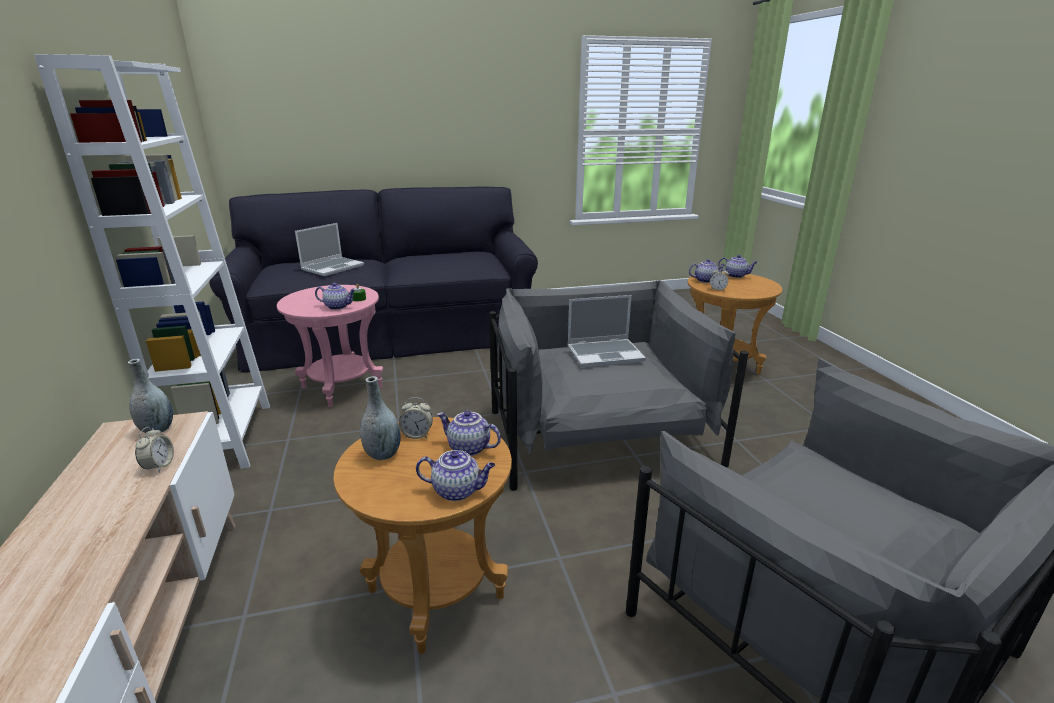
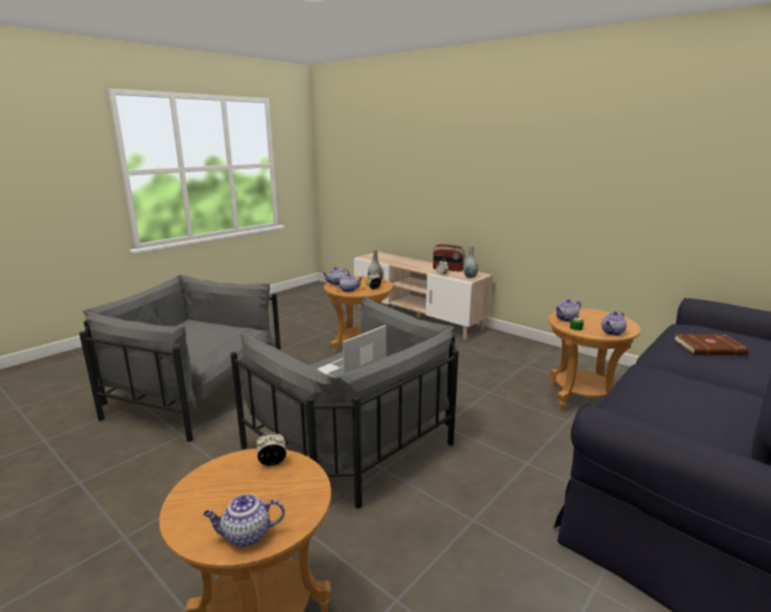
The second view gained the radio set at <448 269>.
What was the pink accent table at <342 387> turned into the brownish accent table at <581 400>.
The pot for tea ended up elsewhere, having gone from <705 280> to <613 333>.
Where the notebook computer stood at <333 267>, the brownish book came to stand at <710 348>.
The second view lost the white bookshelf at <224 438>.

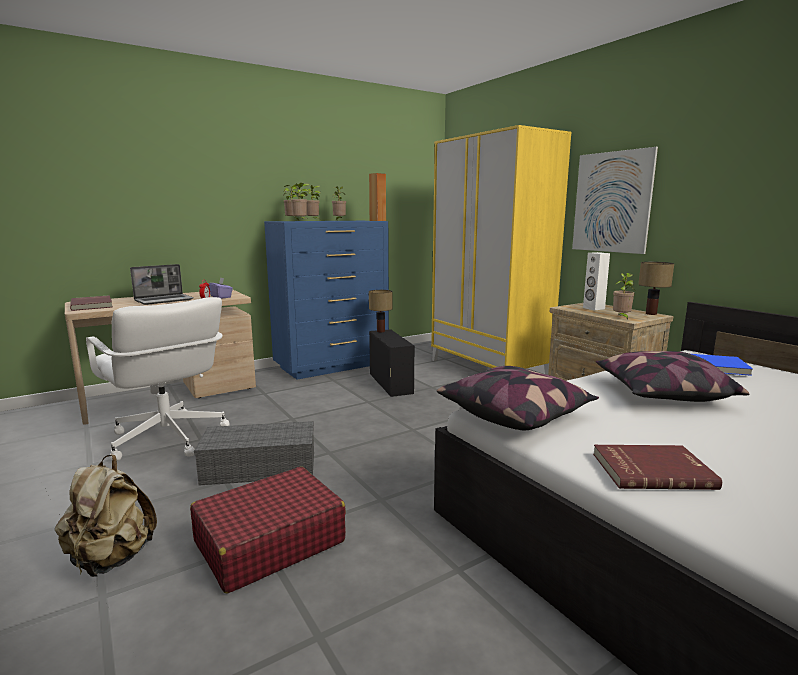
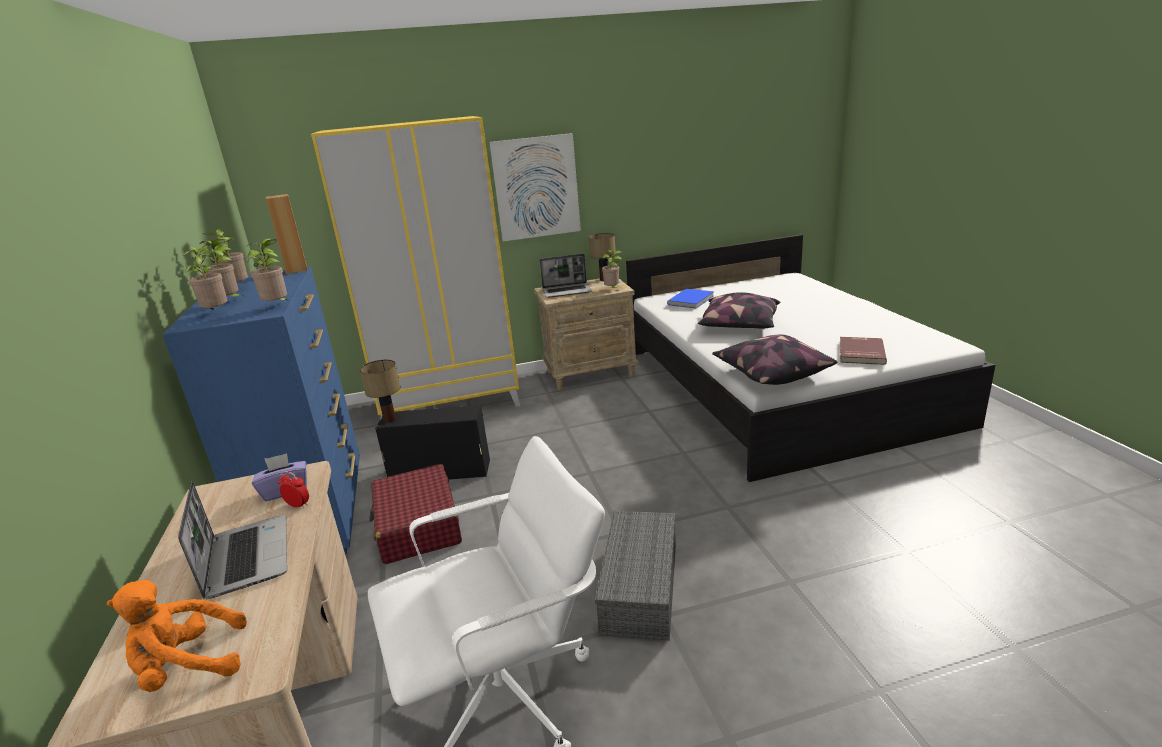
Where the red-coloured book stood at <93 305>, the orange plush toy came to stand at <188 667>.
The red-coloured suitcase ended up elsewhere, having gone from <269 542> to <418 526>.
Where the white speaker stood at <593 308>, the notebook computer came to stand at <567 291>.
The second view lost the sand-coloured knapsack at <111 559>.

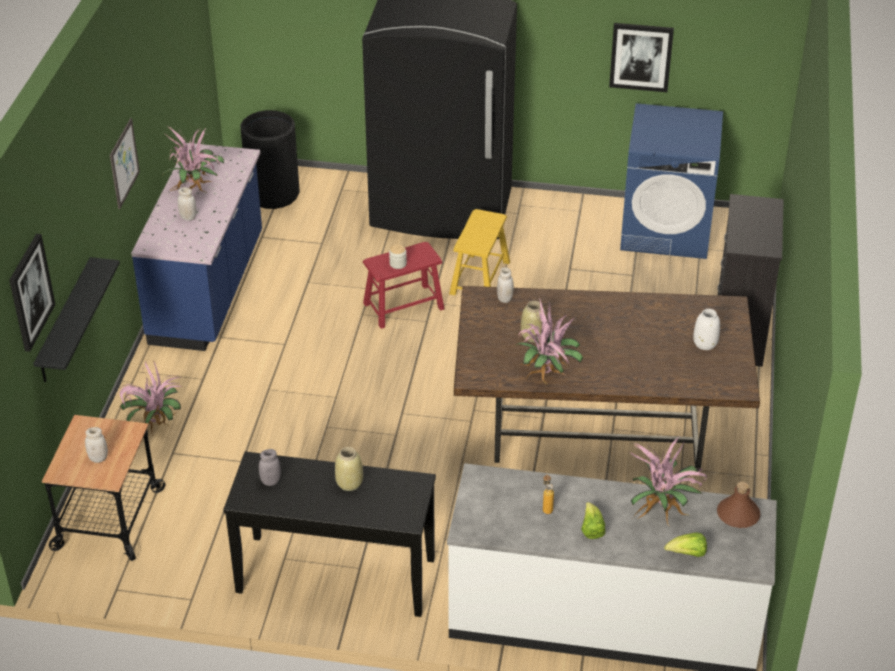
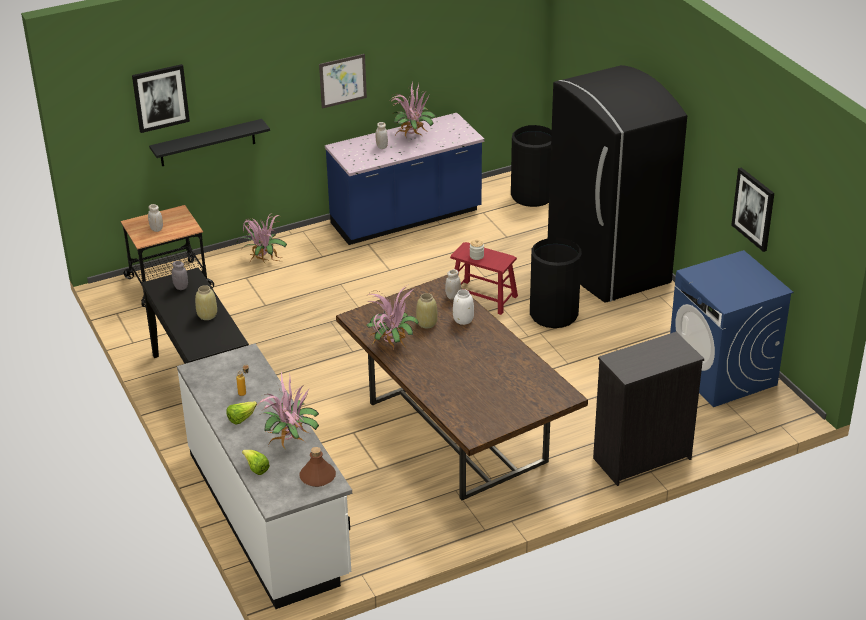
The white decorative vase ended up elsewhere, having gone from <705 343> to <463 319>.
Where the yellowish sitting stool stood at <480 278>, the blackish rubbish bin came to stand at <553 314>.

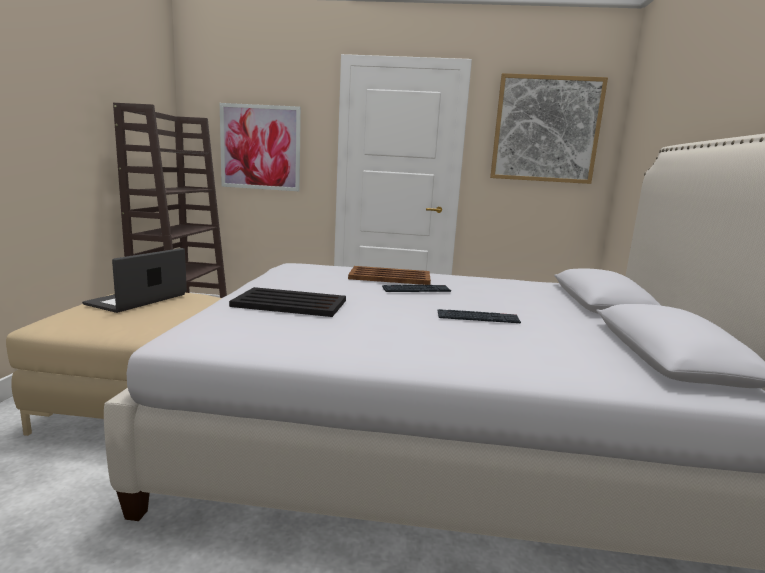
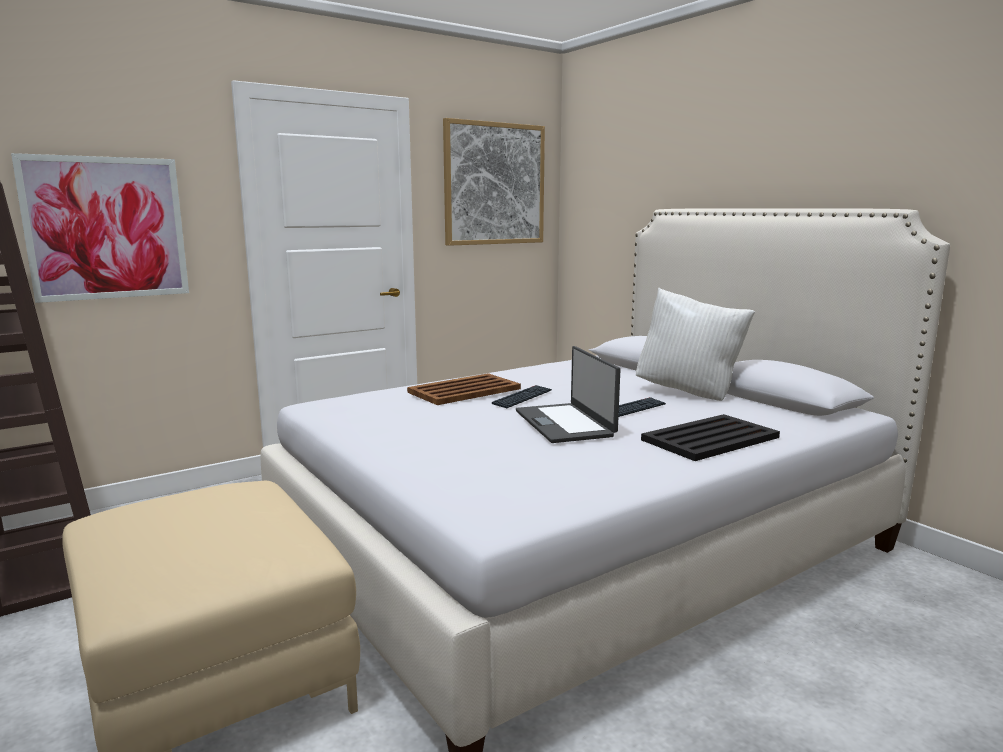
The notebook computer ended up elsewhere, having gone from <138 300> to <565 423>.
The second view gained the white throw pillow at <689 392>.
The blackish carrying tray ended up elsewhere, having gone from <289 303> to <709 439>.

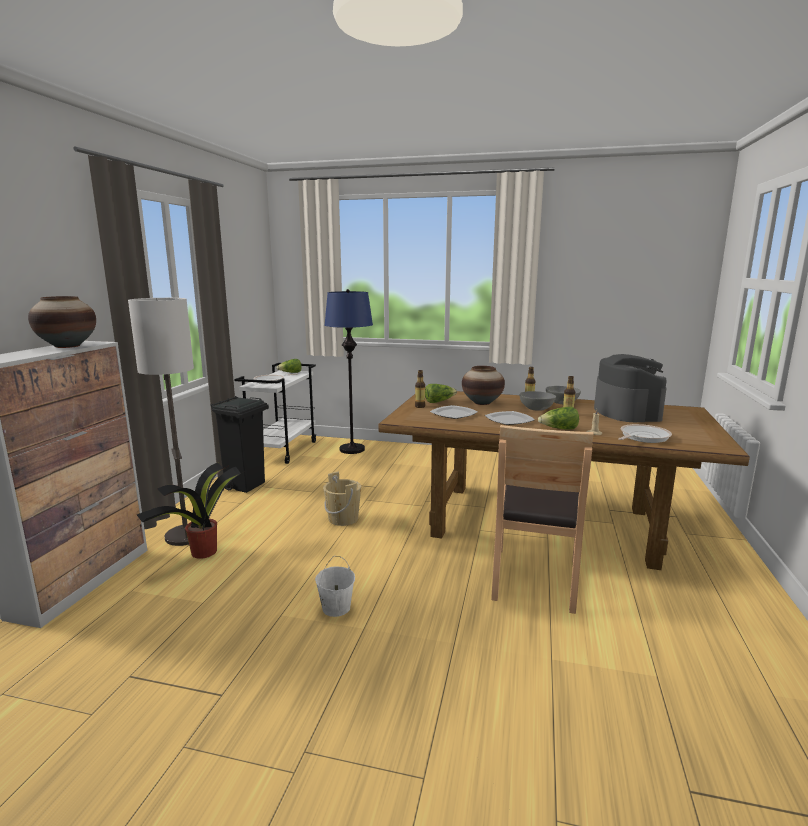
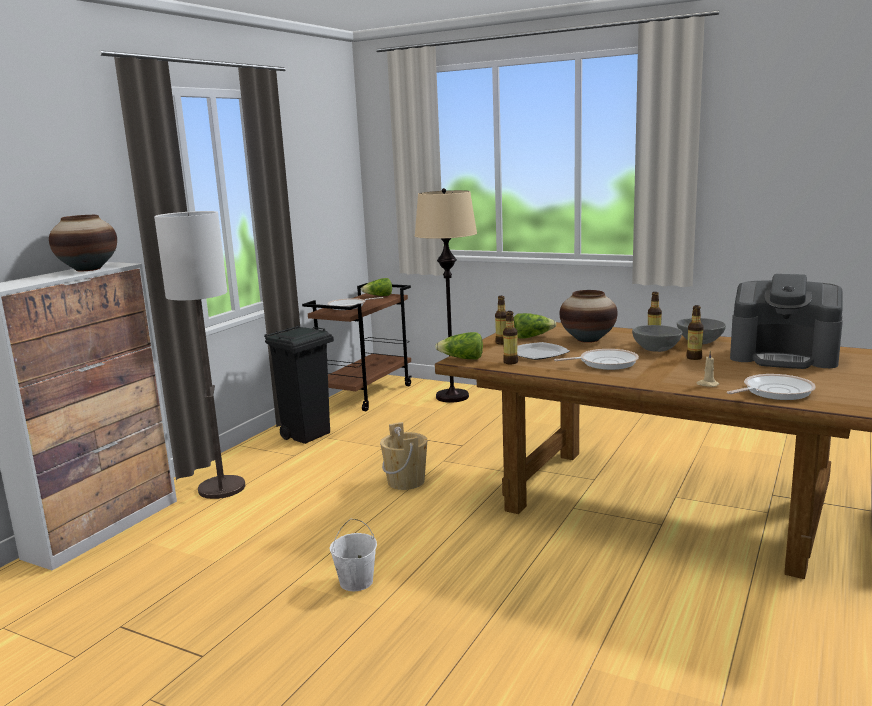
What was the white cart at <282 450> turned into the brownish cart at <366 394>.
What was the bluish floor lamp at <352 449> turned into the sand-coloured floor lamp at <452 397>.
The lettuce head ended up elsewhere, having gone from <559 429> to <462 359>.
The second view gained the beverage bottle at <510 362>.
Where the flat dish stood at <508 420>, the pan came to stand at <605 363>.
The coffee brewer at <626 412> ended up facing another way, 105 degrees clockwise from before.
The second view lost the houseplant at <202 552>.
The second view lost the brownish upright chair at <534 577>.

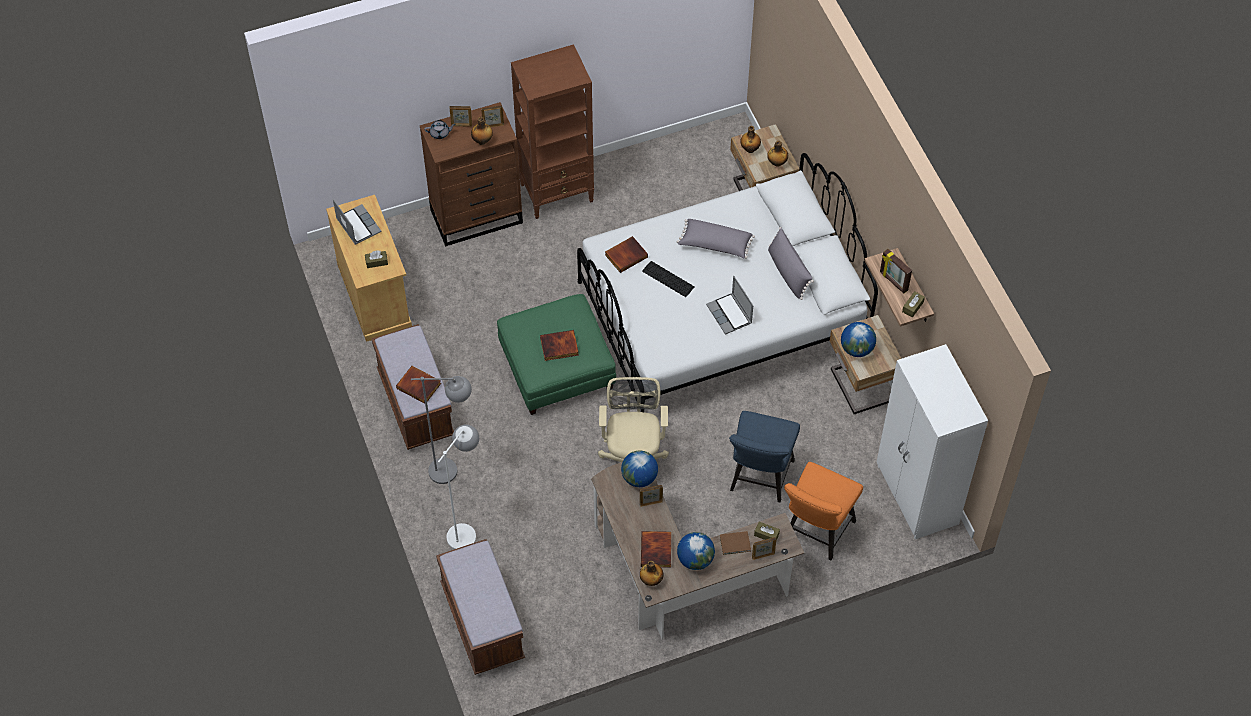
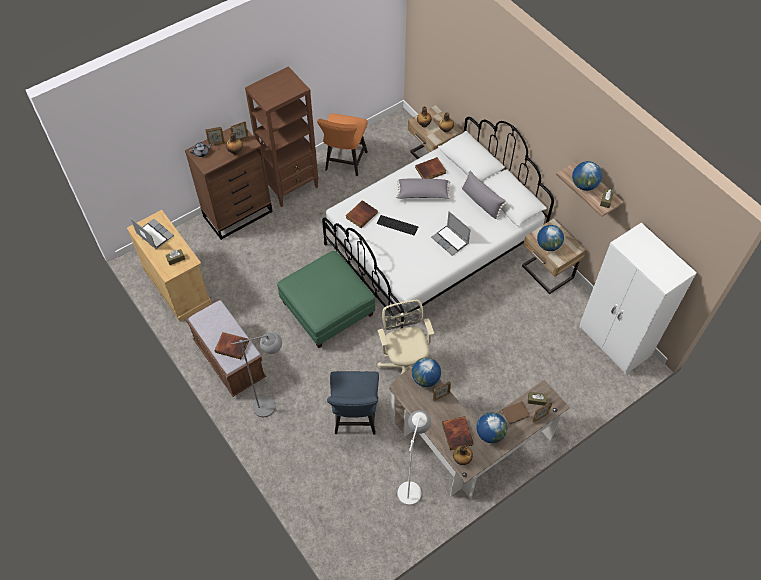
The orange upright chair ended up elsewhere, having gone from <816 533> to <344 163>.
The bluish upright chair ended up elsewhere, having gone from <759 479> to <355 419>.
The white floor lamp ended up elsewhere, having gone from <467 529> to <411 485>.
The book ended up elsewhere, having gone from <559 347> to <430 171>.
Where the photo frame stood at <893 281>, the globe came to stand at <584 185>.
The second view lost the brownish indoor bench at <482 622>.

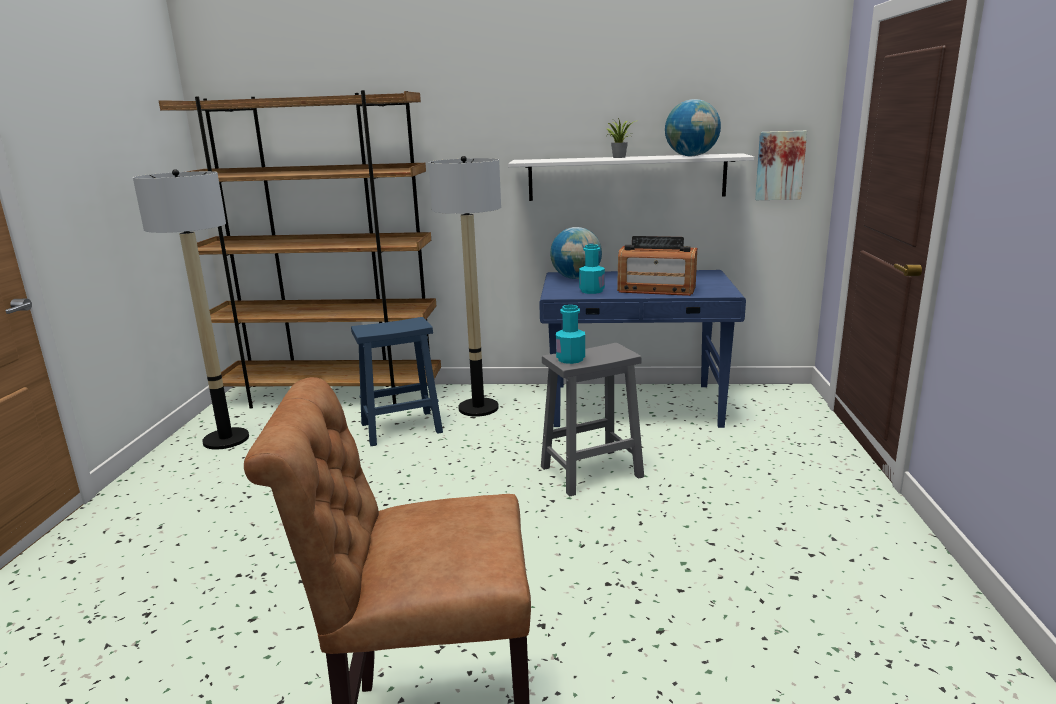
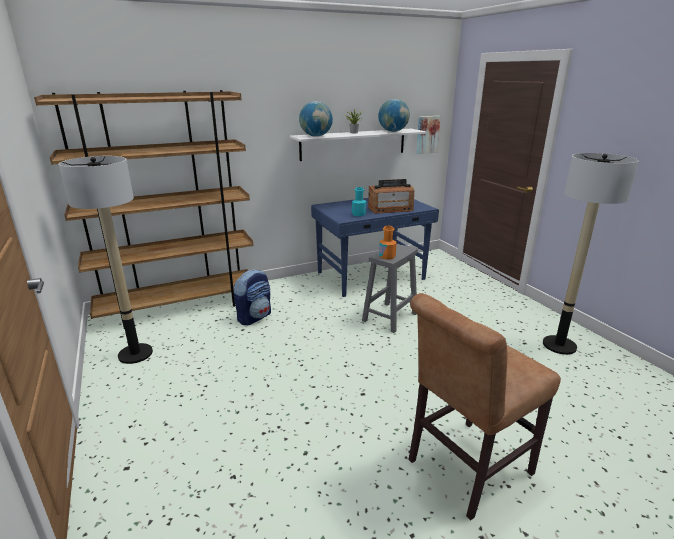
Where the bluish sitting stool stood at <402 427>, the knapsack came to stand at <254 317>.
The globe ended up elsewhere, having gone from <576 278> to <316 136>.
What was the blue-green beverage bottle at <570 359> turned into the orange beverage bottle at <387 256>.
The floor lamp ended up elsewhere, having gone from <478 408> to <559 345>.

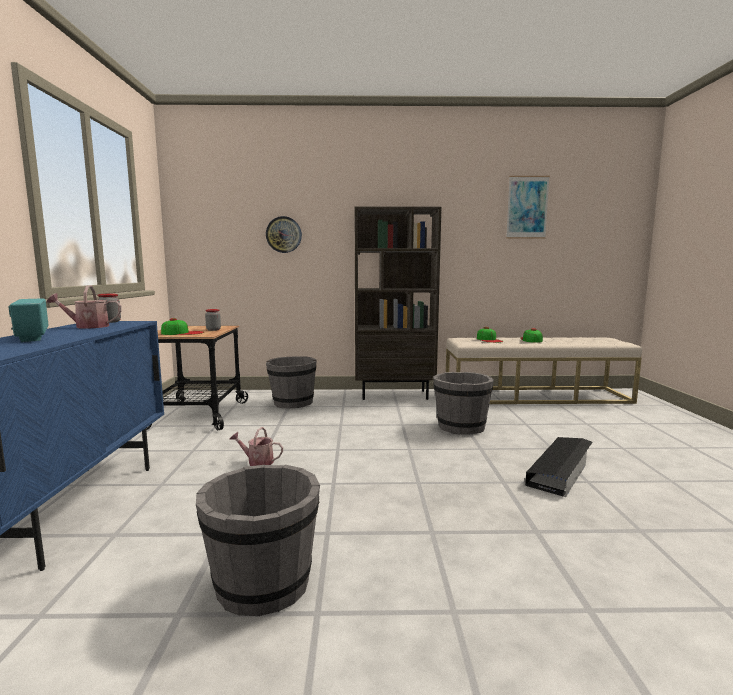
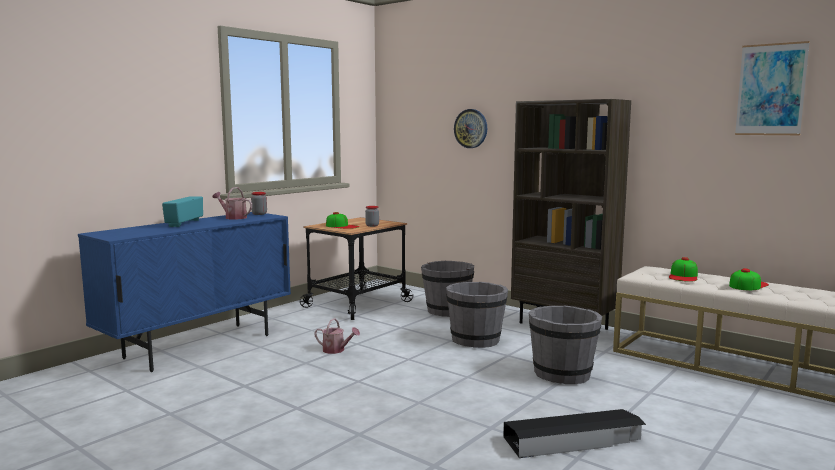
The sprinkling can at <257 461> ended up facing another way, 150 degrees clockwise from before.
The grey water bucket ended up elsewhere, having gone from <263 583> to <476 340>.

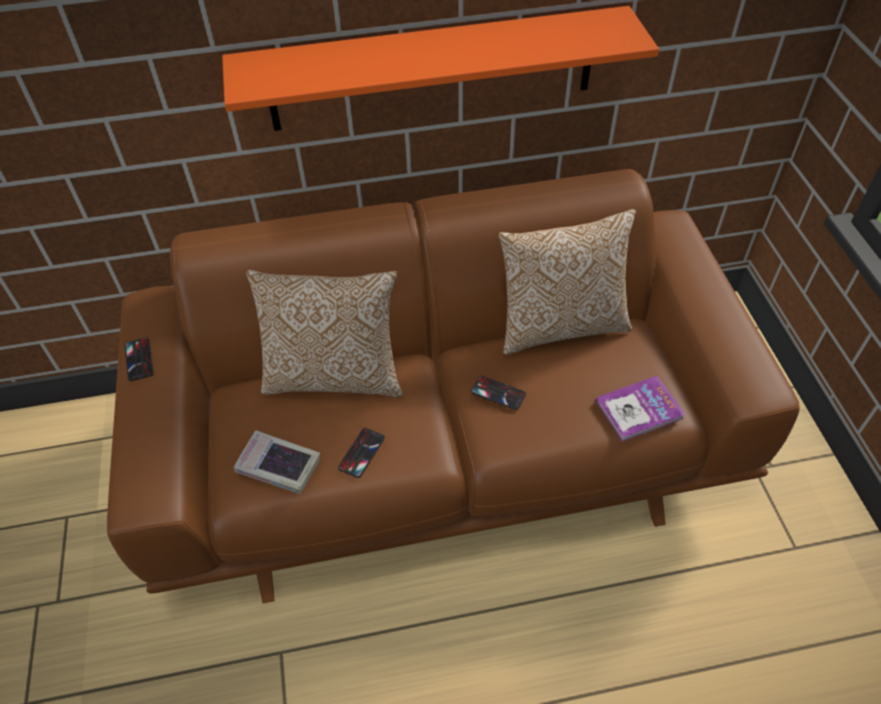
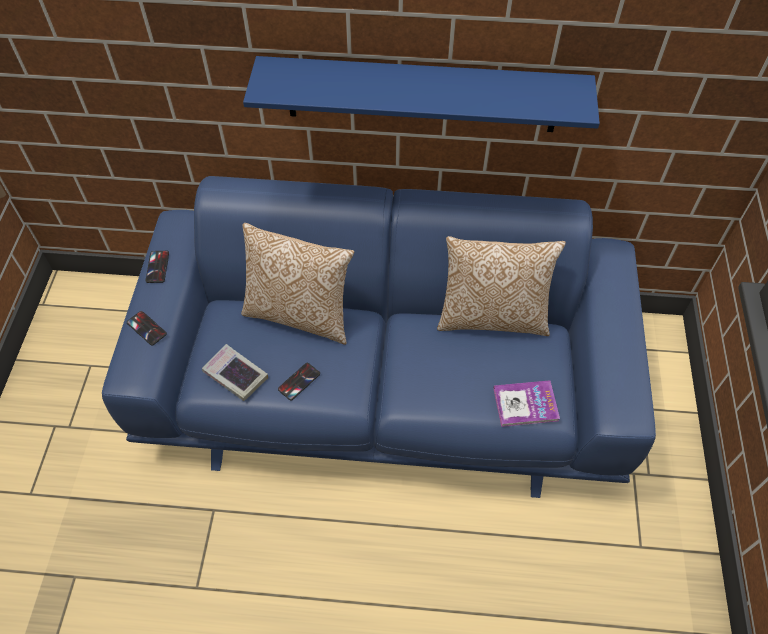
What was the brownish settee at <445 446> turned into the bluish settee at <386 385>.
The phone ended up elsewhere, having gone from <498 393> to <146 328>.
What was the orange bracket shelf at <432 70> turned into the bluish bracket shelf at <422 94>.

